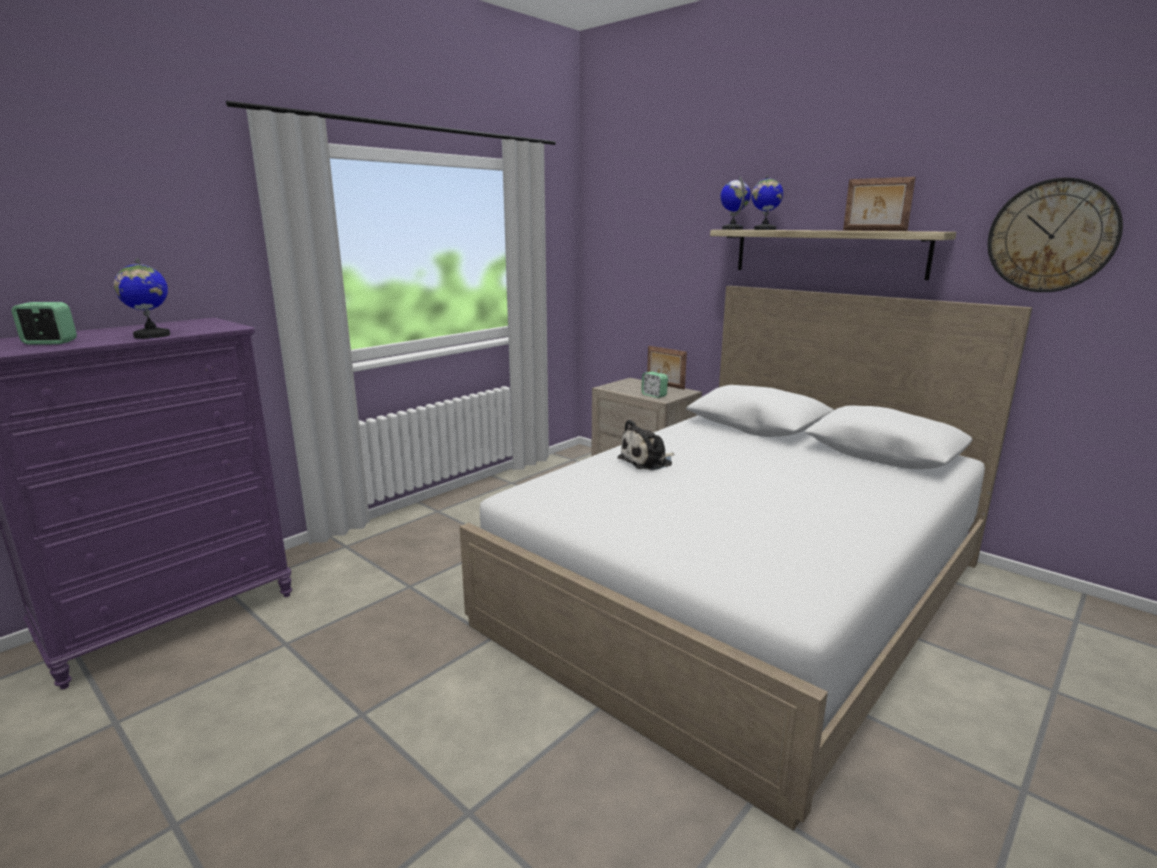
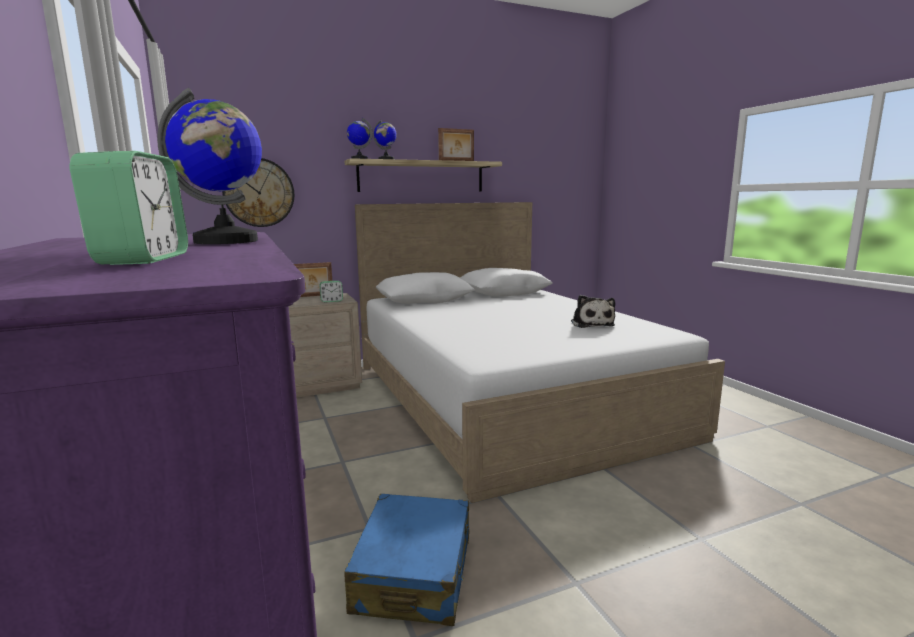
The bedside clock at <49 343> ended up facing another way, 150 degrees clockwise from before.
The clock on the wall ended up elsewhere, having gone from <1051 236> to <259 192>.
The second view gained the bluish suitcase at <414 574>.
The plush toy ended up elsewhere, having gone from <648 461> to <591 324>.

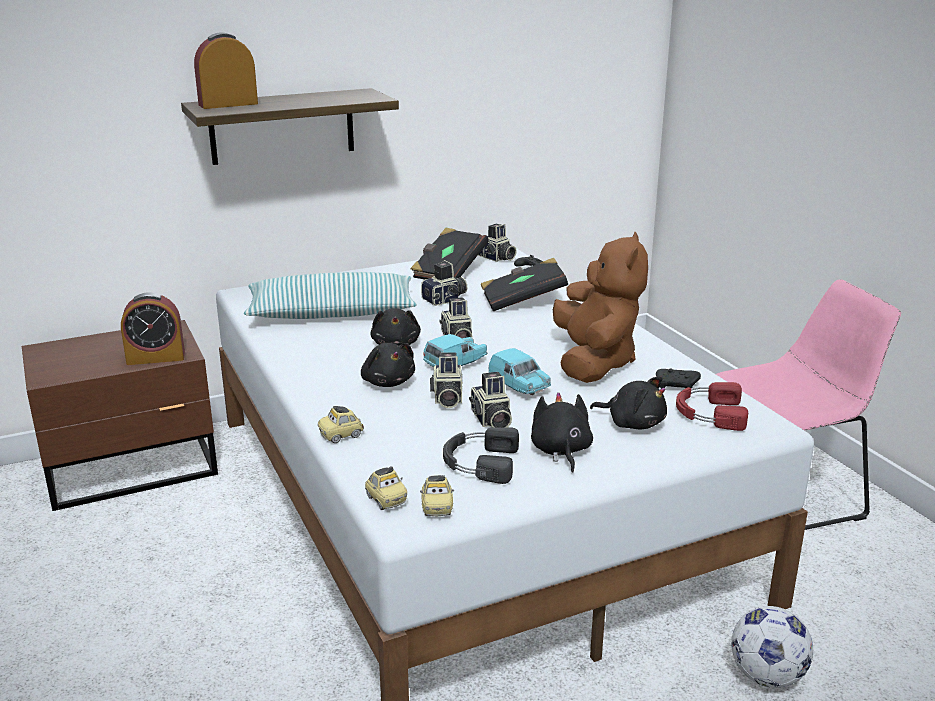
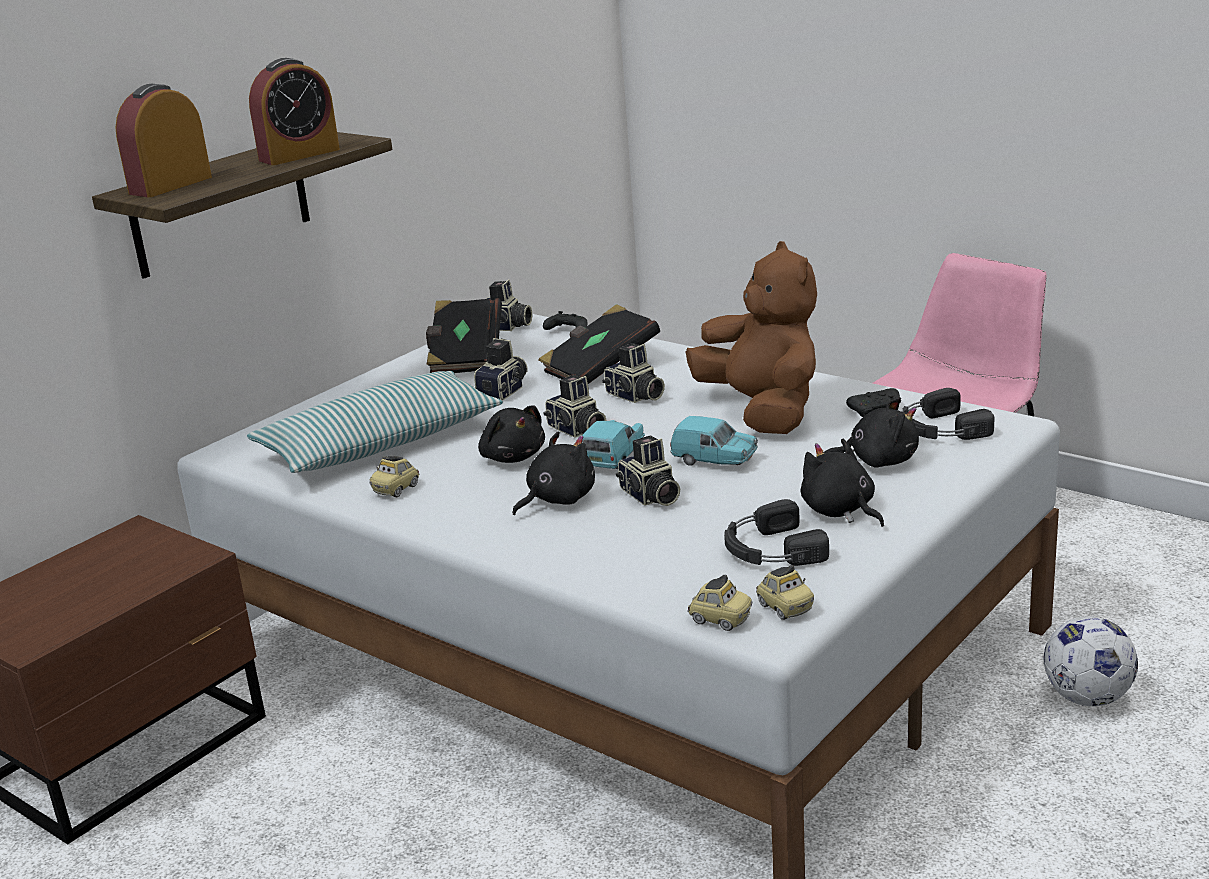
The bedside clock ended up elsewhere, having gone from <156 357> to <299 155>.
The toy car ended up elsewhere, having gone from <341 436> to <396 489>.
The blackish plush toy at <388 382> ended up facing another way, 75 degrees counterclockwise from before.
The photo camera ended up elsewhere, having gone from <491 420> to <635 396>.
What was the red-coloured headphones at <708 413> turned into the blackish headphones at <939 429>.

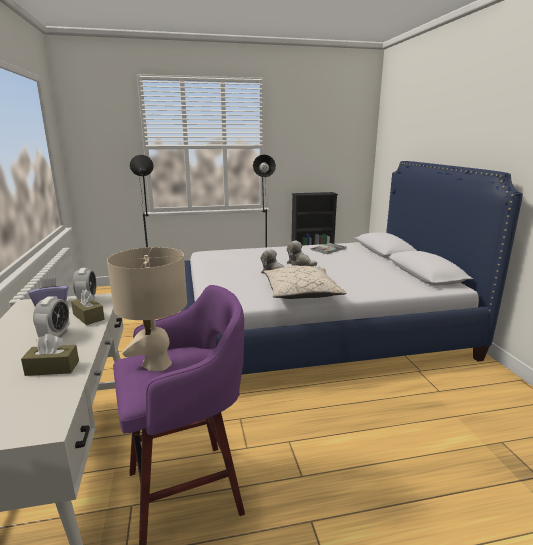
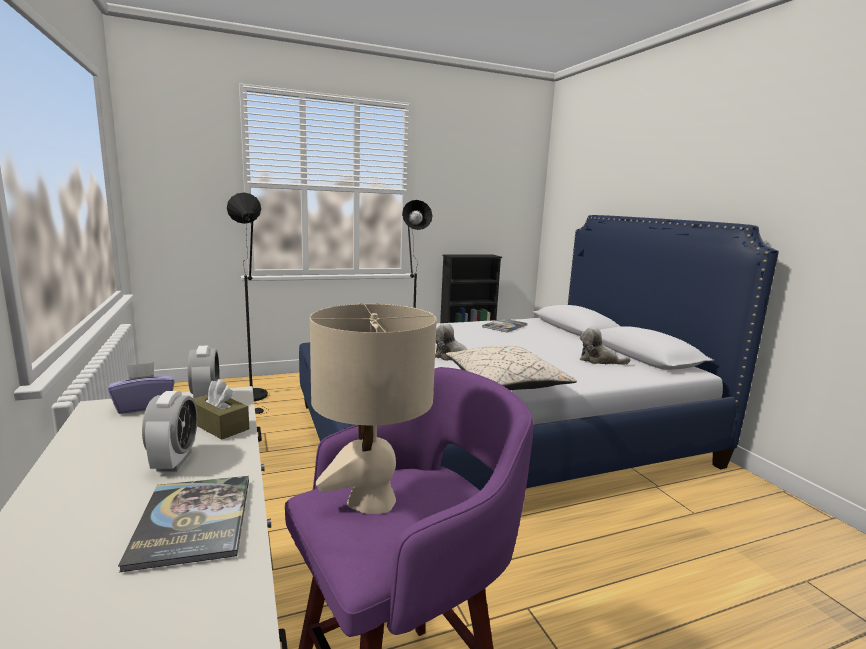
Where the brownish box of tissues stood at <52 368>, the book came to stand at <193 521>.
The plush toy ended up elsewhere, having gone from <300 263> to <599 360>.

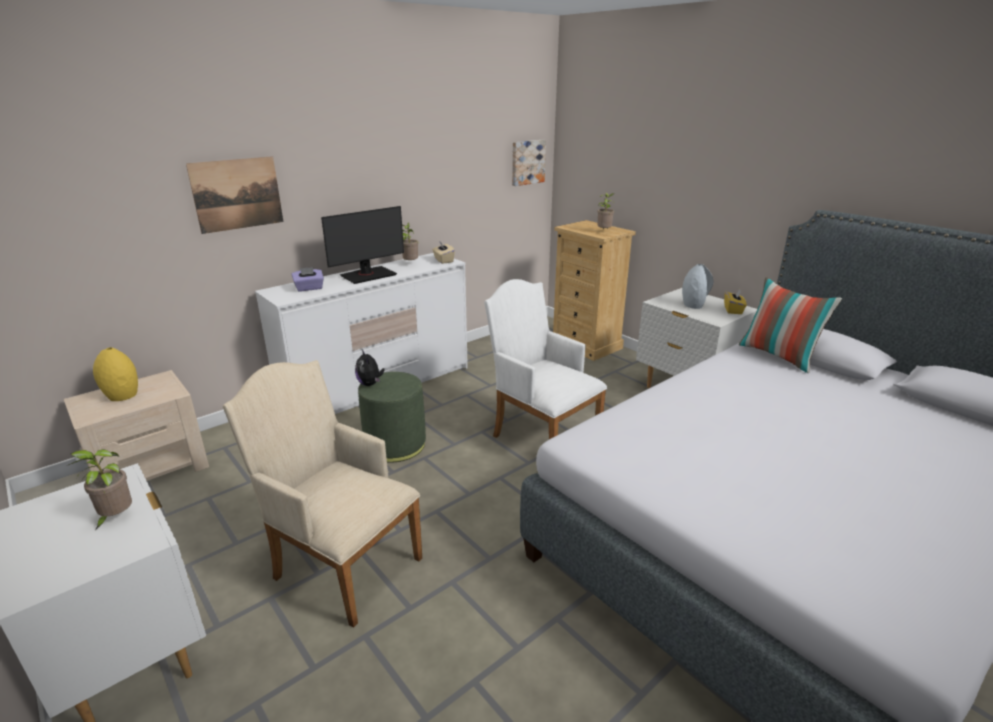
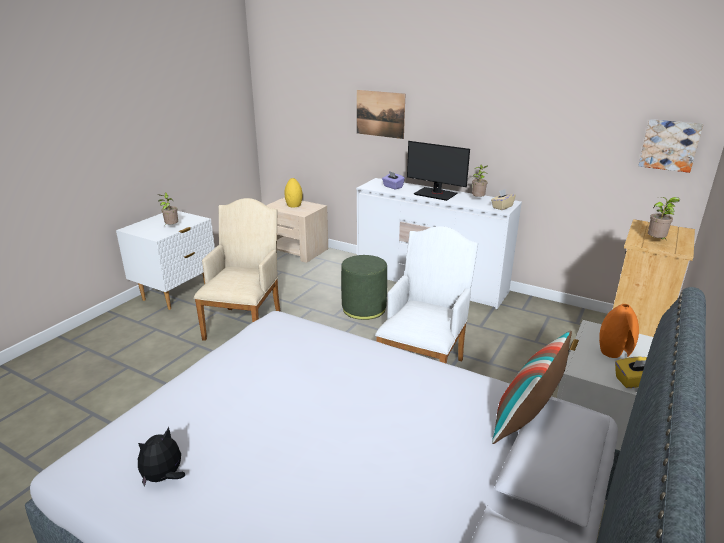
The plush toy ended up elsewhere, having gone from <370 384> to <164 477>.
What was the grey decorative vase at <694 305> turned into the orange decorative vase at <614 352>.

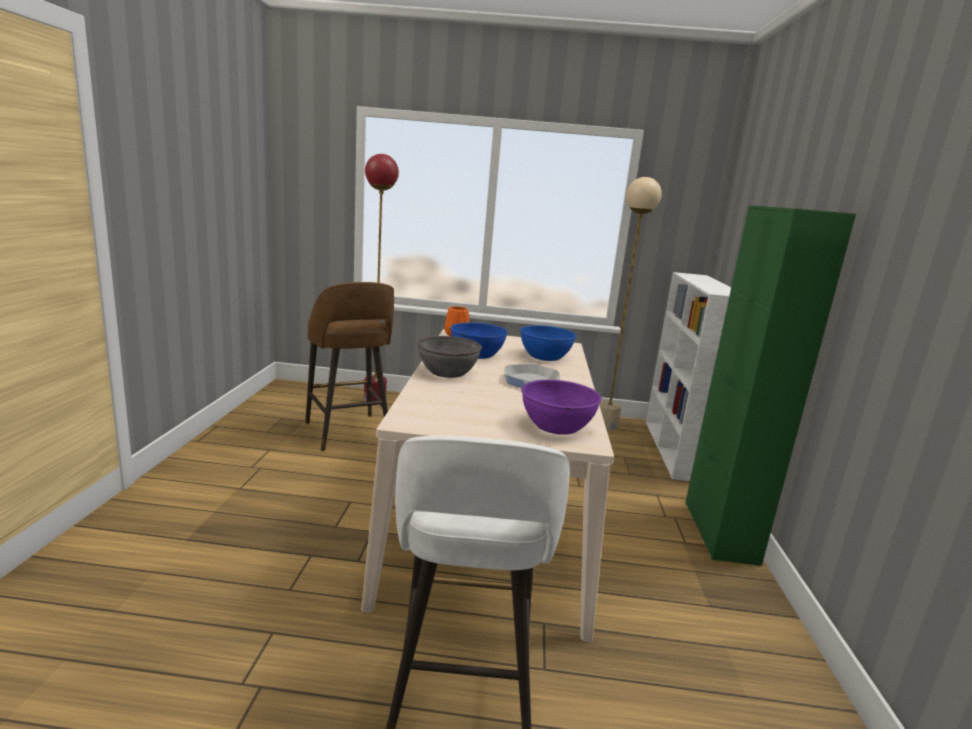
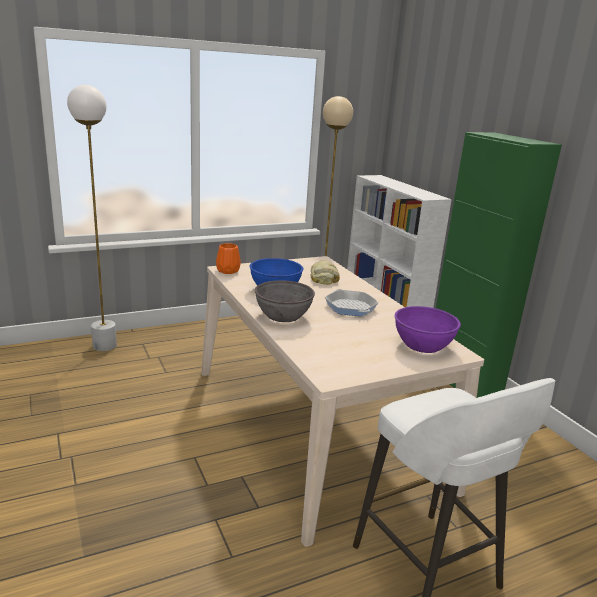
What was the red-coloured floor lamp at <375 400> turned into the white floor lamp at <104 346>.
Where the bluish deep dish stood at <545 356>, the baked bread came to stand at <324 277>.
The second view lost the brownish sitting stool at <348 433>.

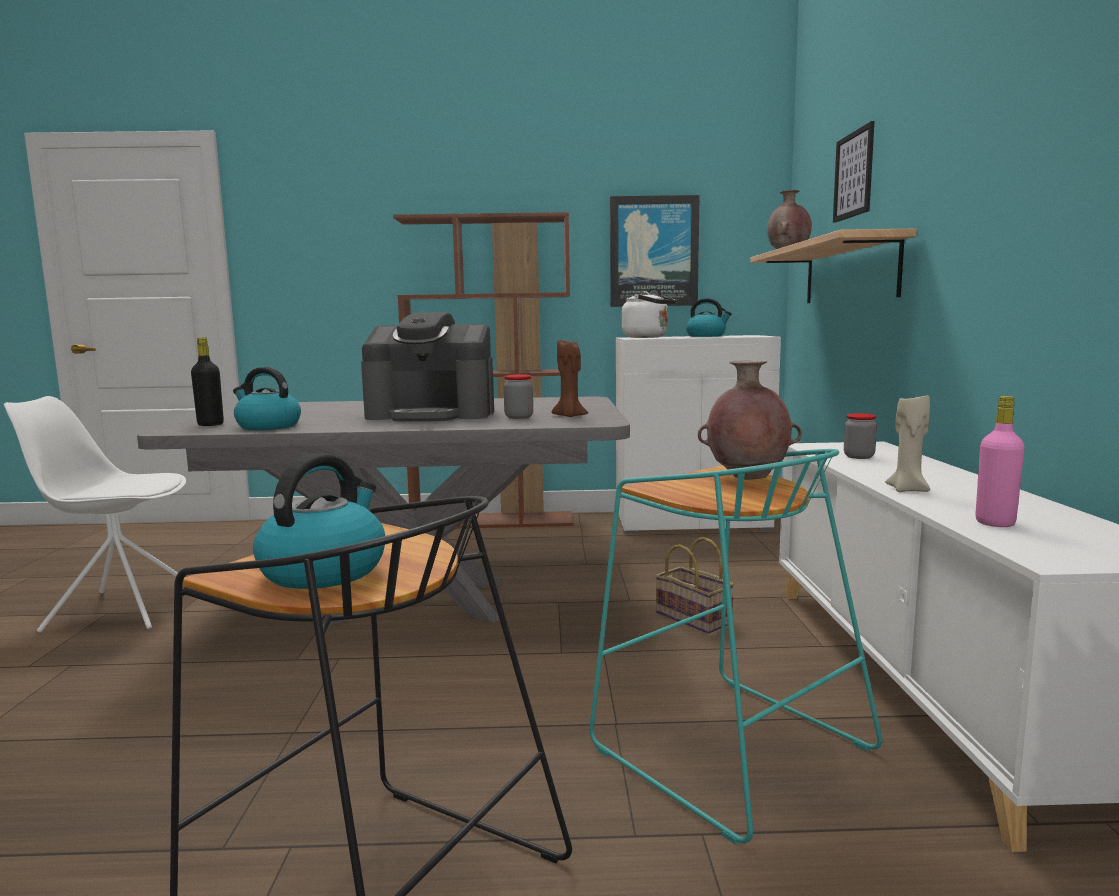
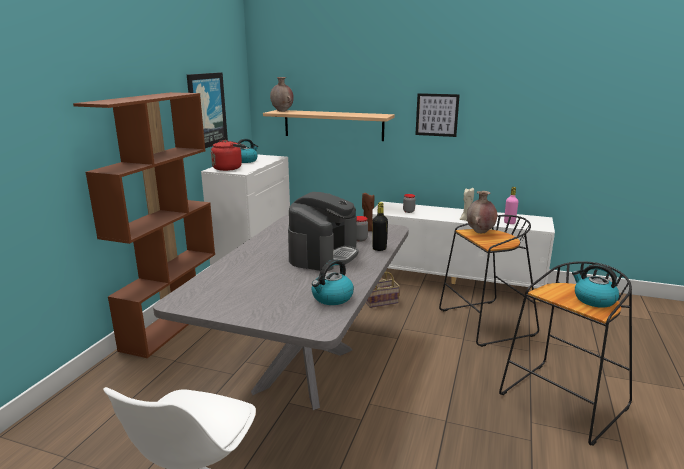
What was the white kettle at <648 337> turned into the red-coloured kettle at <229 168>.
The blackish beverage bottle ended up elsewhere, having gone from <210 424> to <379 248>.
The wall picture ended up elsewhere, having gone from <853 175> to <437 115>.
What was the blue-green sitting stool at <726 748> turned into the blackish sitting stool at <485 323>.

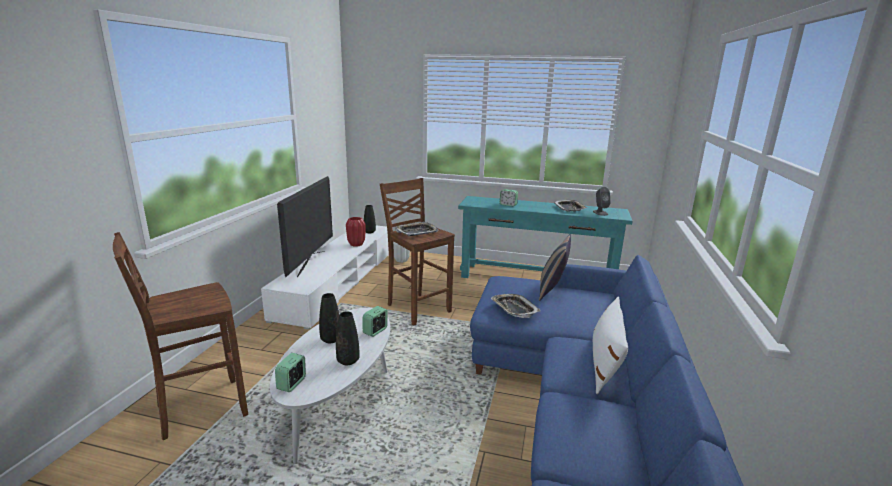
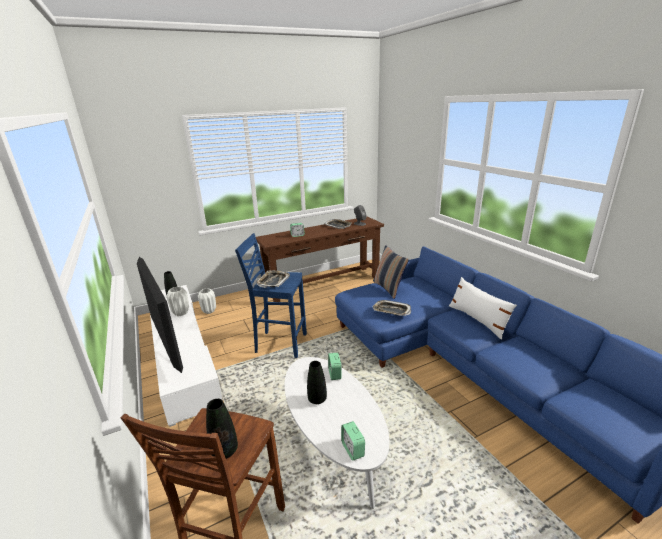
What was the red-coloured decorative vase at <356 244> turned into the white decorative vase at <181 313>.
The blackish decorative vase ended up elsewhere, having gone from <348 361> to <225 451>.
What was the brownish sitting stool at <417 308> turned into the bluish sitting stool at <279 343>.
What was the blue-green console table at <536 279> turned into the brownish console table at <323 284>.

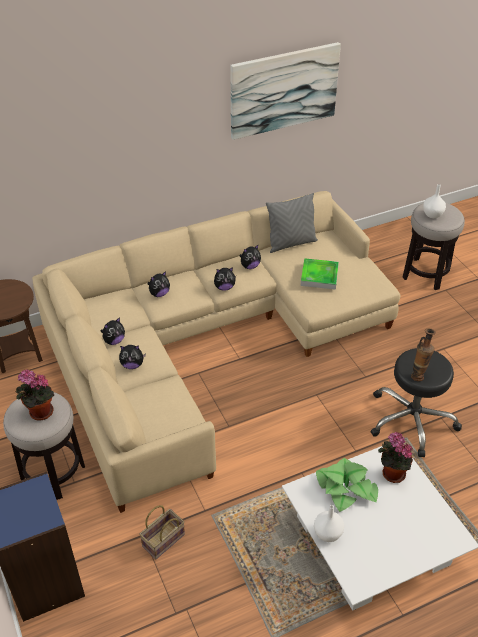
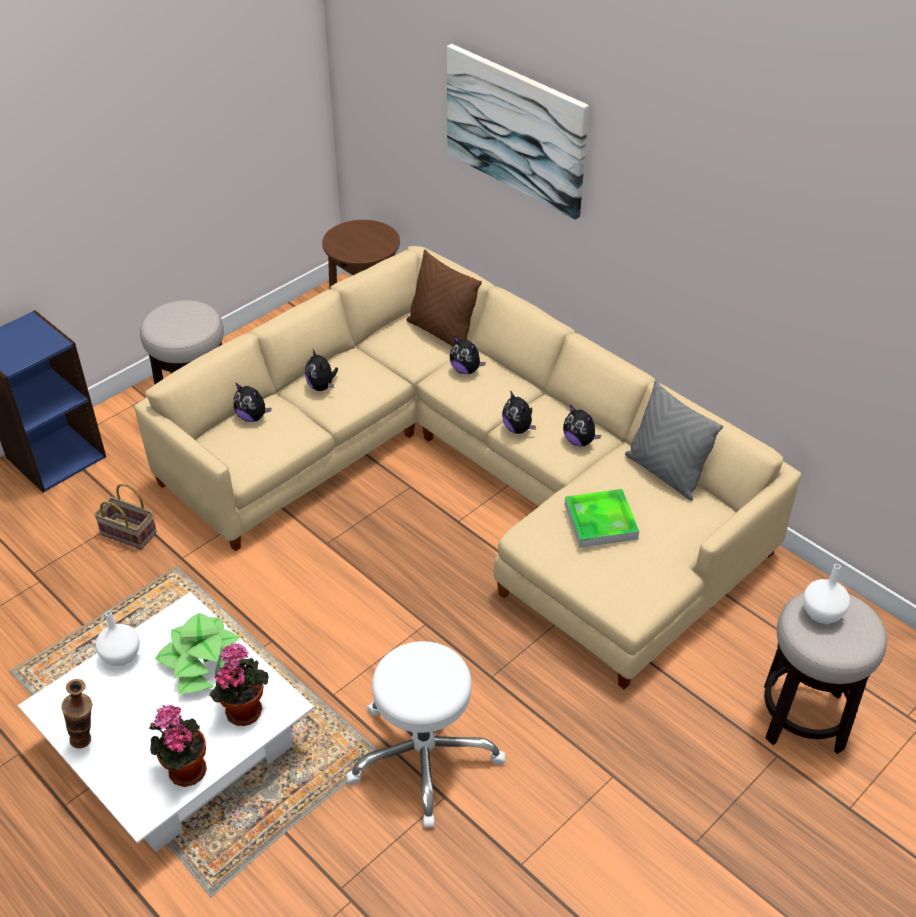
The decorative vase ended up elsewhere, having gone from <418 375> to <87 742>.
The houseplant ended up elsewhere, having gone from <39 413> to <184 769>.
The plush toy ended up elsewhere, having gone from <114 341> to <252 417>.
What was the blackish sitting stool at <411 419> turned into the white sitting stool at <423 755>.
The second view gained the brownish throw pillow at <441 332>.
The wall picture ended up elsewhere, having gone from <284 90> to <515 129>.

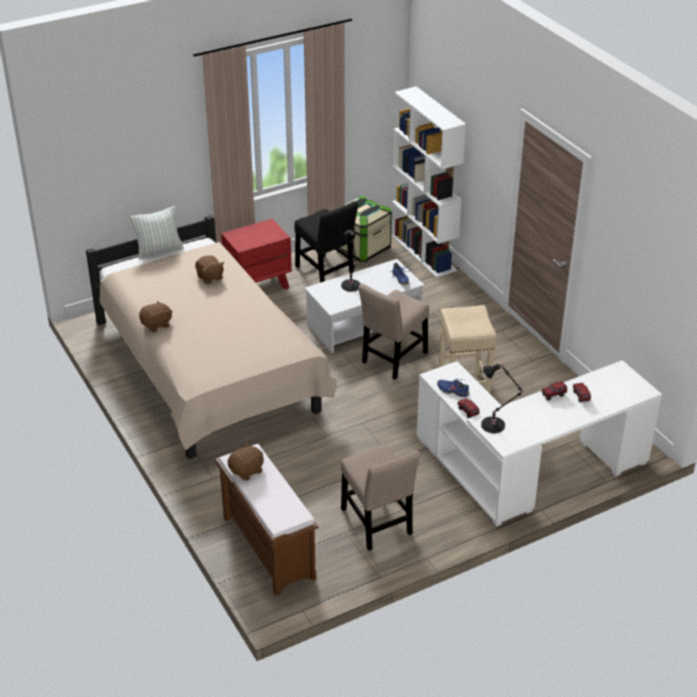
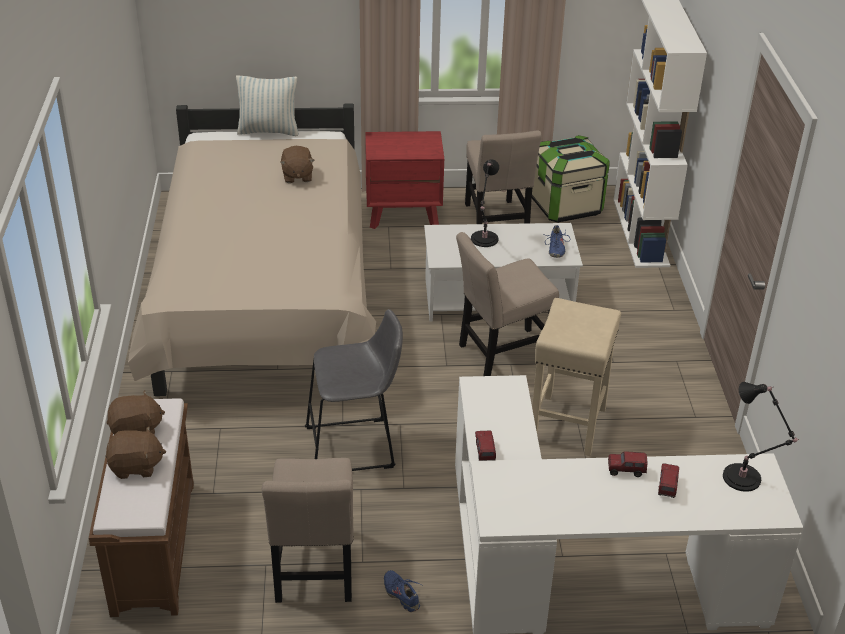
The brownish plush toy ended up elsewhere, having gone from <156 325> to <136 466>.
The second view gained the grey sitting stool at <355 447>.
The bluish low shoe ended up elsewhere, having gone from <453 391> to <401 594>.
What was the blackish upright chair at <326 273> turned into the sand-coloured upright chair at <496 223>.
The blackish tabletop lamp ended up elsewhere, having gone from <495 425> to <744 479>.

